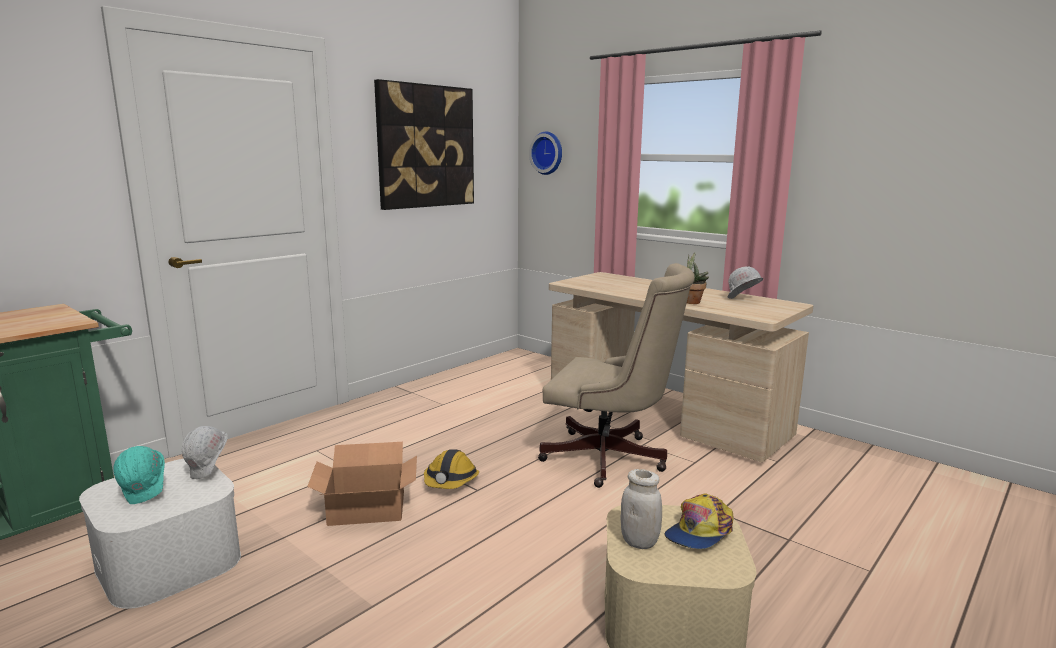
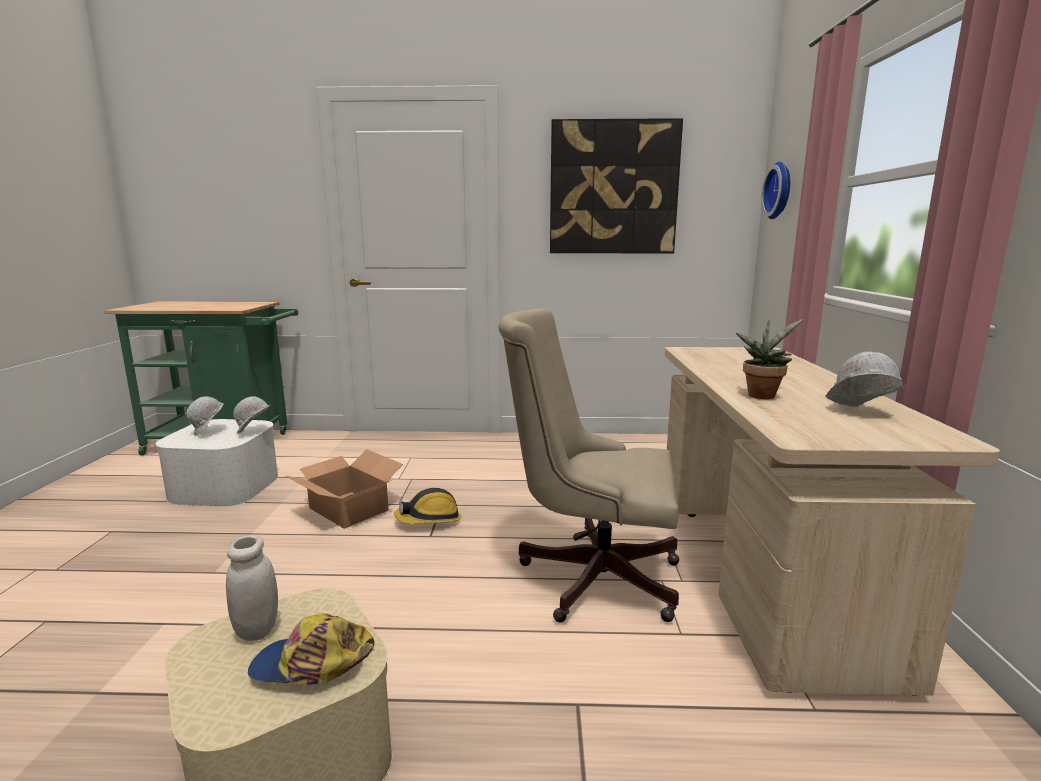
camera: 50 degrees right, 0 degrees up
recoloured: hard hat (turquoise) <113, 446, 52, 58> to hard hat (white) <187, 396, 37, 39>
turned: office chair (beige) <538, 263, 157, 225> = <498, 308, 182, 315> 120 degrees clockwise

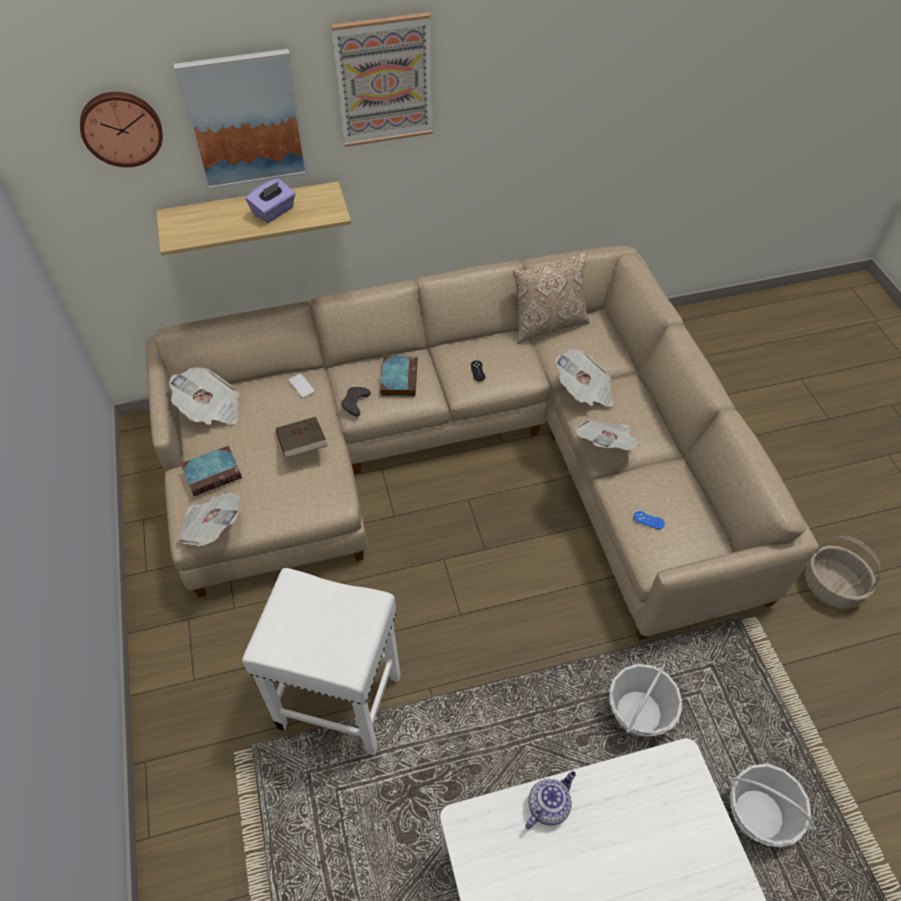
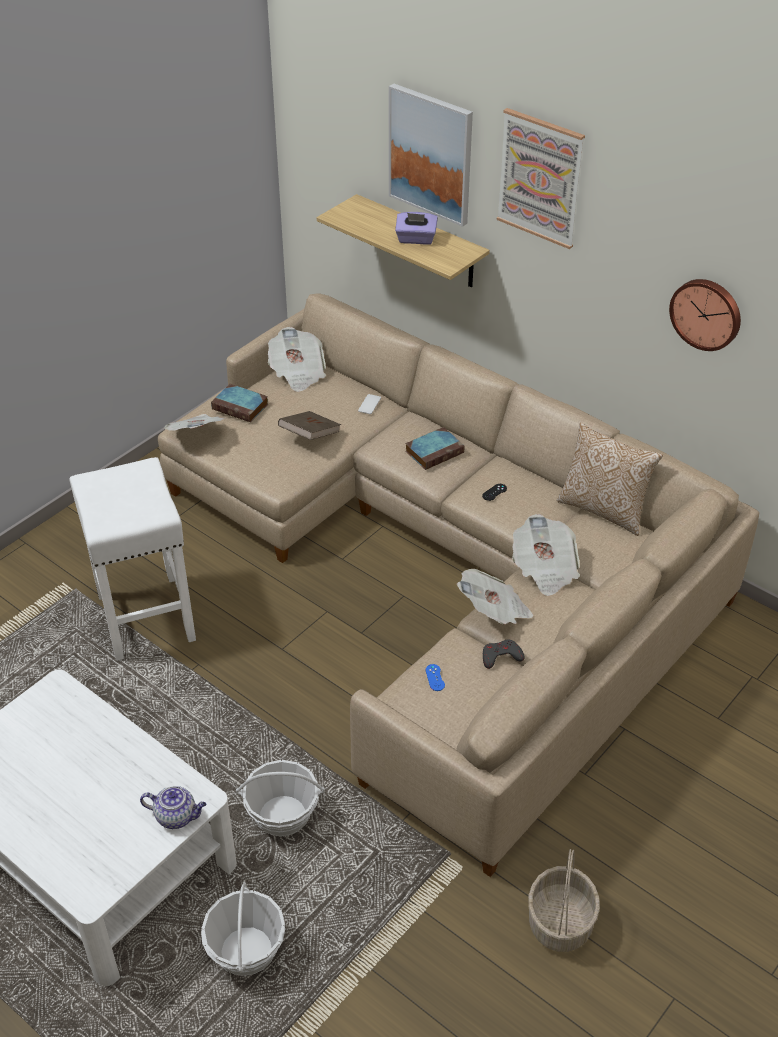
camera: 55 degrees right, 10 degrees down
moved: teapot <525, 771, 51, 58> to <140, 786, 67, 43>; game controller (grey) <341, 387, 30, 30> to <483, 639, 42, 30>; wall clock <80, 92, 83, 75> to <669, 279, 72, 72>

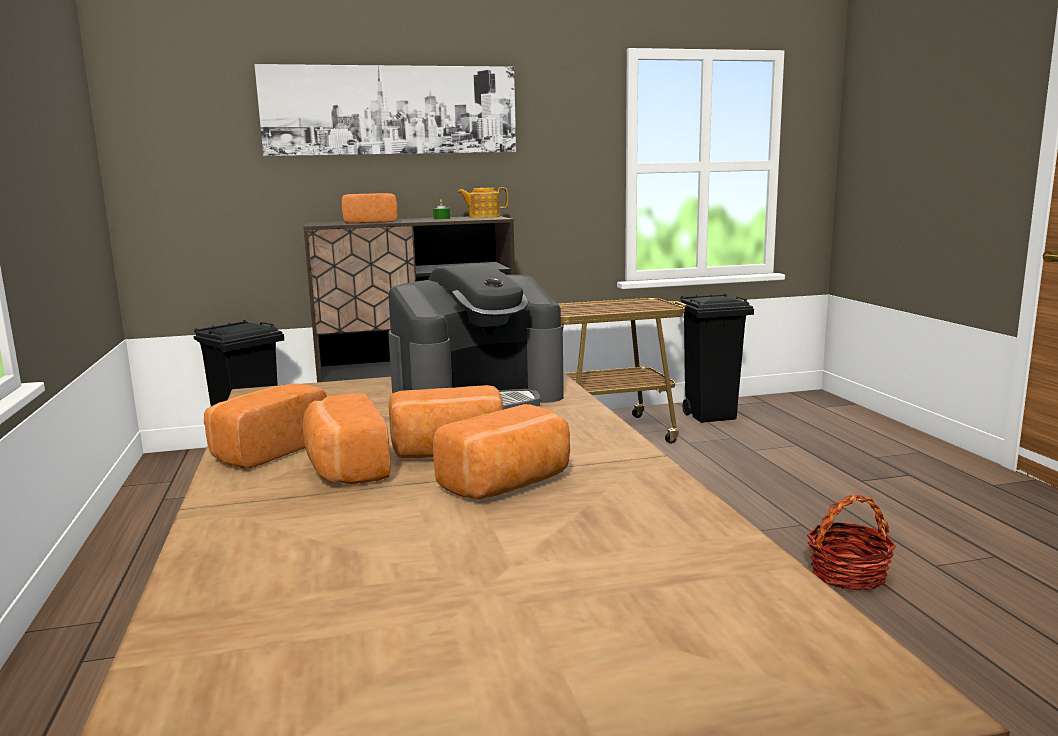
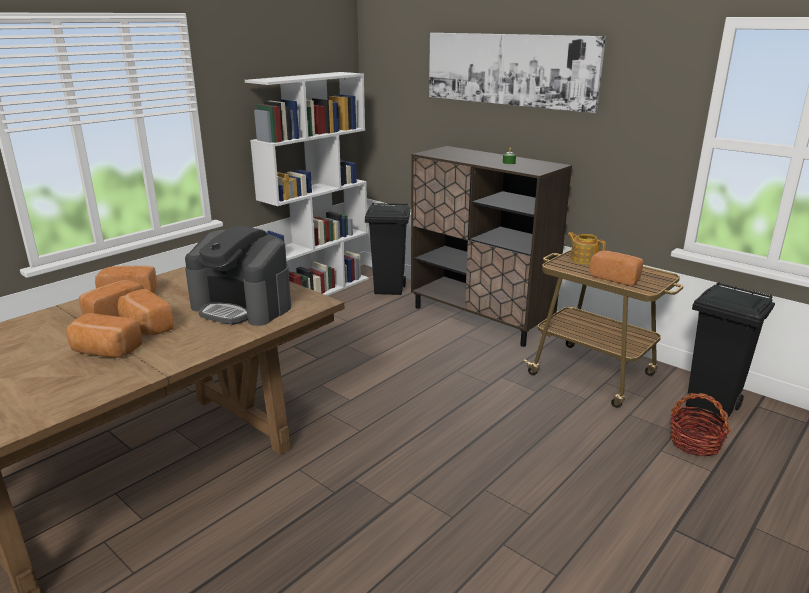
camera: 55 degrees right, 10 degrees up
added: bookcase (white) <245, 72, 124, 224>
moved: teapot <458, 187, 50, 31> to <567, 232, 39, 33>; bread <341, 193, 56, 30> to <590, 251, 54, 35>; basket <807, 495, 89, 96> to <670, 393, 61, 64>

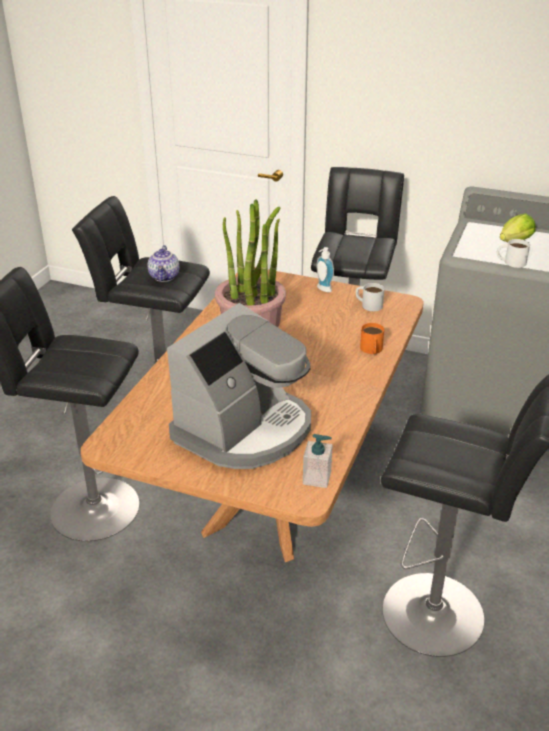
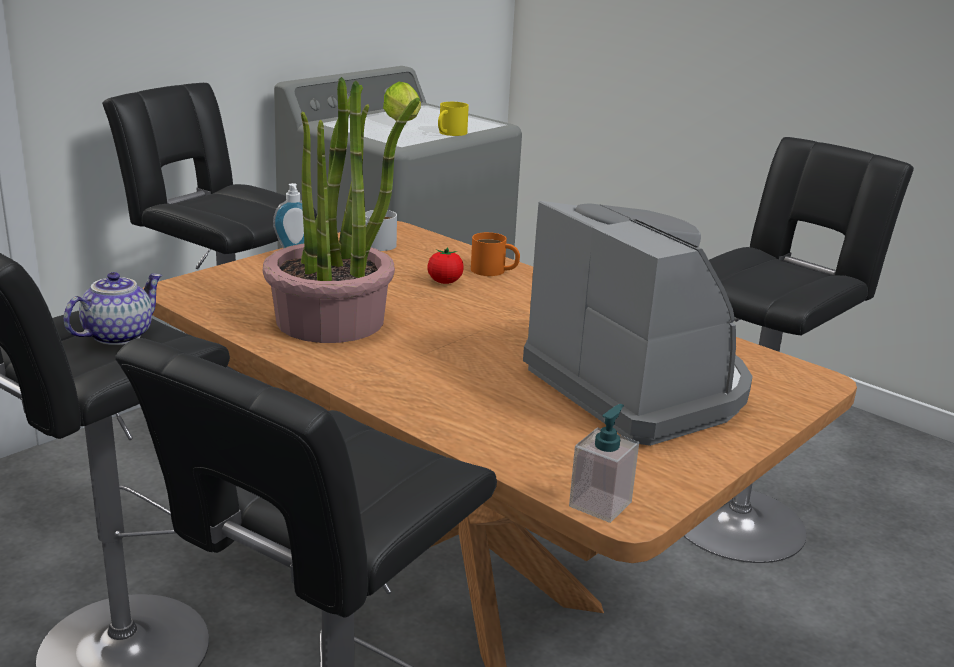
camera: 70 degrees left, 10 degrees down
added: tomato <427, 247, 37, 37>
moved: soap dispenser <303, 434, 30, 54> to <569, 404, 70, 119>
recoloured: mug (white) <497, 239, 33, 29> to mug (yellow) <438, 102, 31, 34>
turned: teapot <147, 245, 32, 37> = <64, 272, 98, 73> 75 degrees counterclockwise

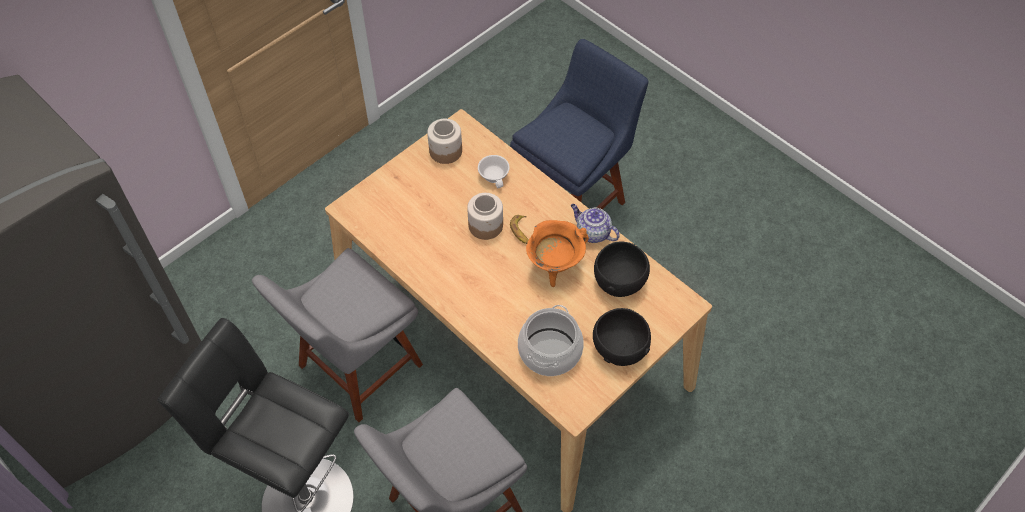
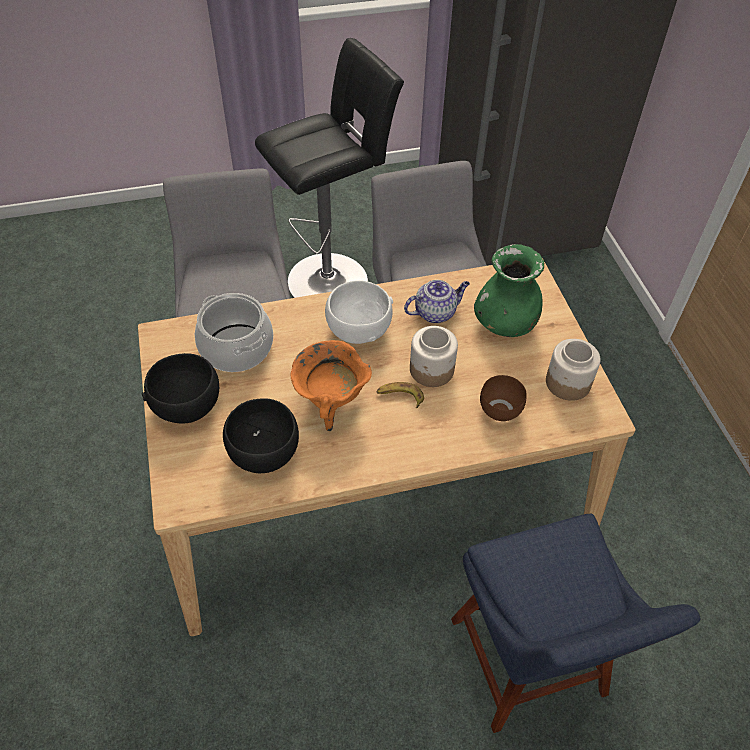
camera: 120 degrees right, 5 degrees down
added: bowl (white) <325, 280, 68, 64>; vase (green) <474, 244, 70, 93>
moved: teapot <571, 204, 49, 39> to <404, 280, 66, 43>
replaced: cup (white) <478, 155, 32, 33> to bowl (brown) <480, 375, 47, 46>

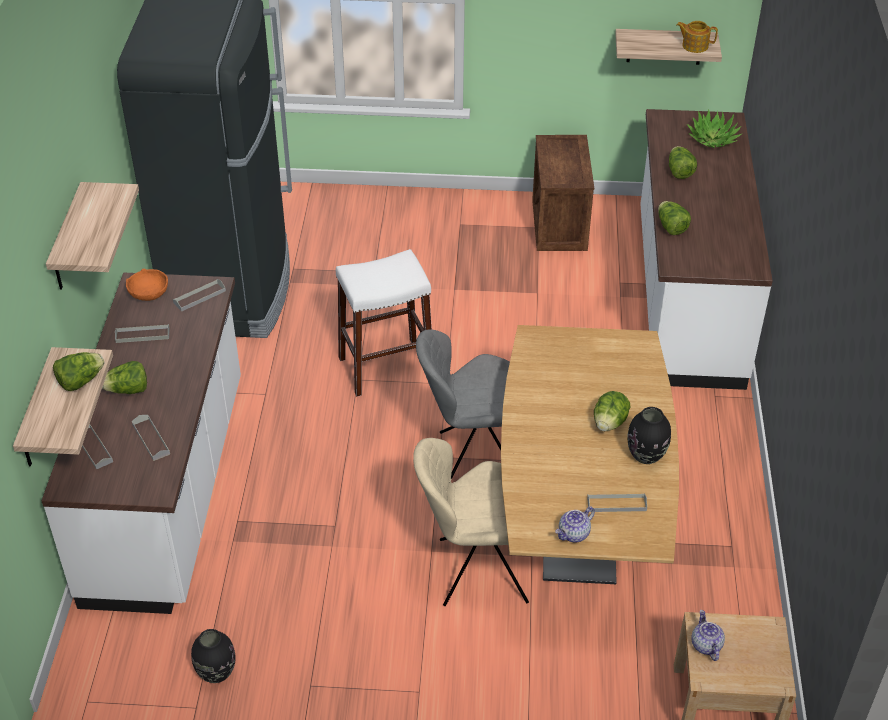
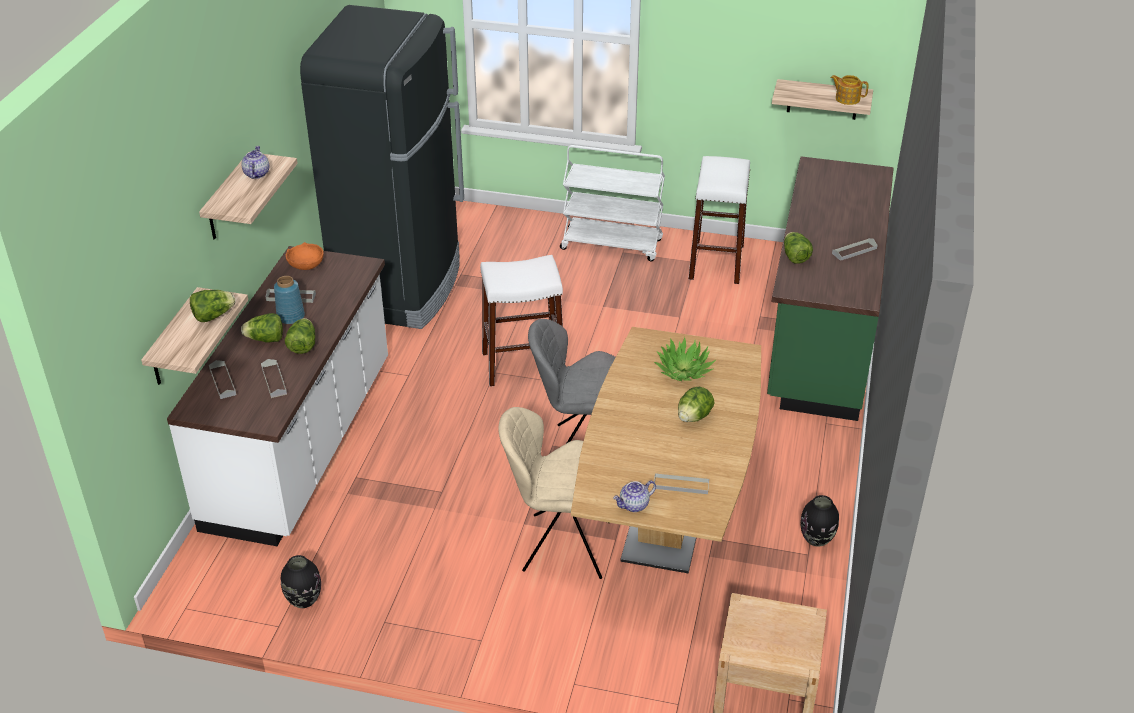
camera: 10 degrees right, 5 degrees down
added: vase (blue) <274, 276, 31, 48>; cart (white) <560, 145, 105, 117>
moved: teapot <691, 610, 34, 51> to <241, 146, 28, 33>; lettuce <669, 146, 28, 33> to <285, 318, 30, 36>; potted plant <687, 109, 55, 39> to <654, 337, 62, 44>; vase (black) <627, 407, 44, 57> to <800, 495, 39, 52>; tray (grey) <173, 279, 53, 33> to <832, 238, 45, 23>
replaced: crate <532, 135, 62, 116> to stool (white) <688, 156, 62, 128>
recoloured: counter (white) <640, 109, 133, 281> to counter (green) <767, 156, 127, 265>

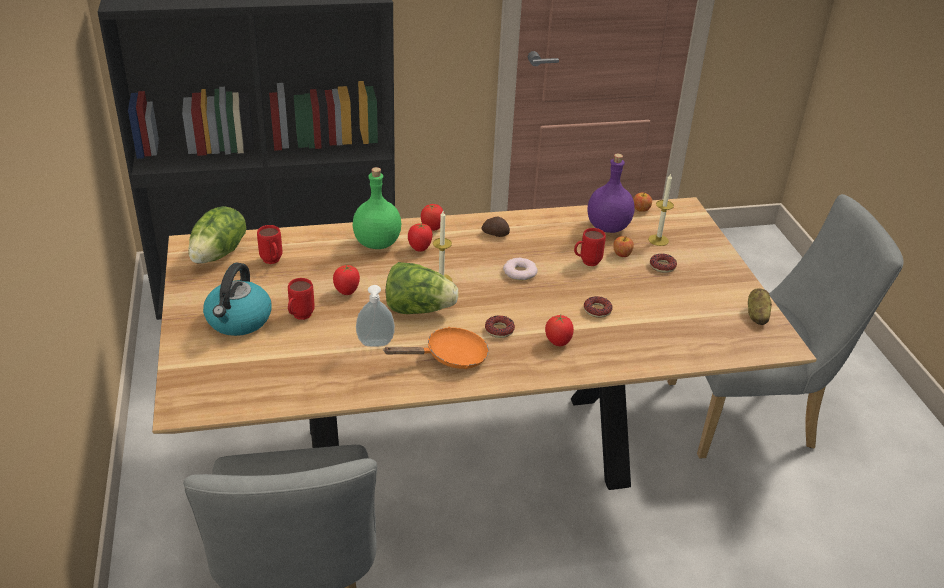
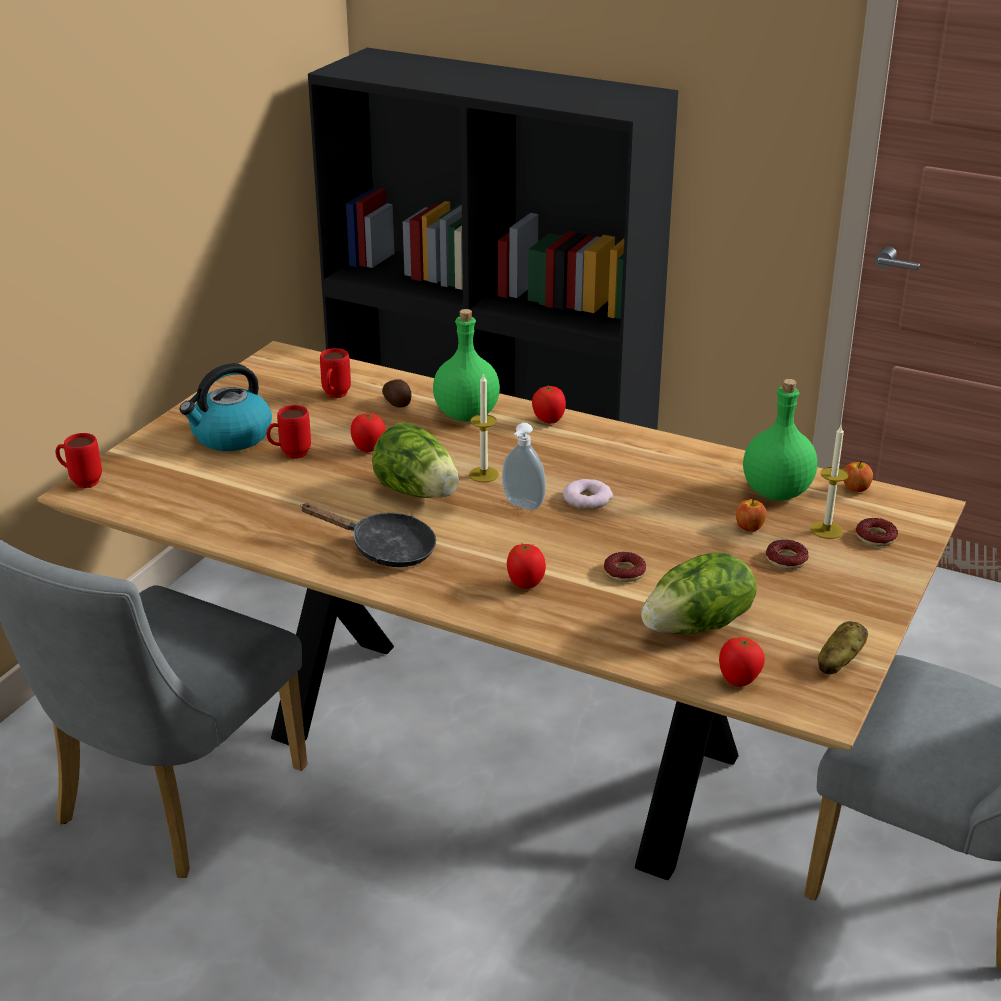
camera: 40 degrees right, 5 degrees down
moved: mug (red) <574, 228, 32, 38> to <56, 433, 46, 55>; potato <482, 217, 28, 20> to <382, 379, 29, 28>; soap dispenser <356, 285, 39, 62> to <502, 423, 44, 87>; lettuce <188, 206, 58, 57> to <641, 553, 116, 82>; tomato <408, 223, 25, 29> to <719, 637, 46, 50>; donut <485, 315, 30, 23> to <856, 518, 42, 28>
recoloured: frying pan (orange) <383, 327, 106, 42> to frying pan (black) <300, 503, 136, 64>; bottle (purple) <588, 154, 46, 79> to bottle (green) <743, 379, 74, 122>

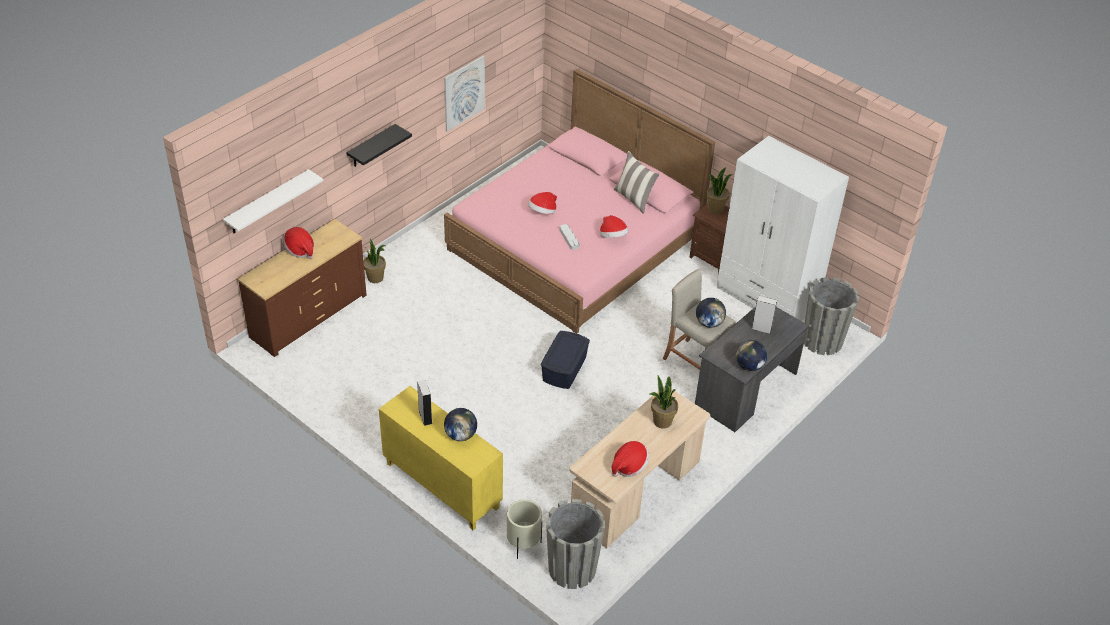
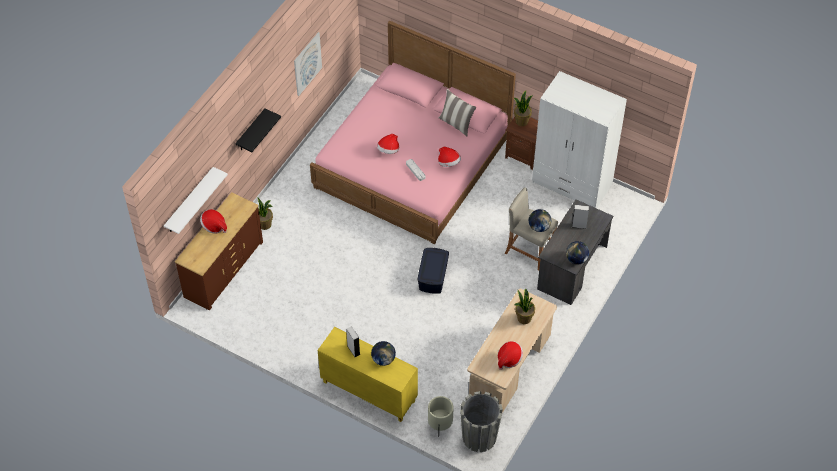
camera: 10 degrees left, 10 degrees up
removed: planter (grey) <804, 277, 55, 78>

